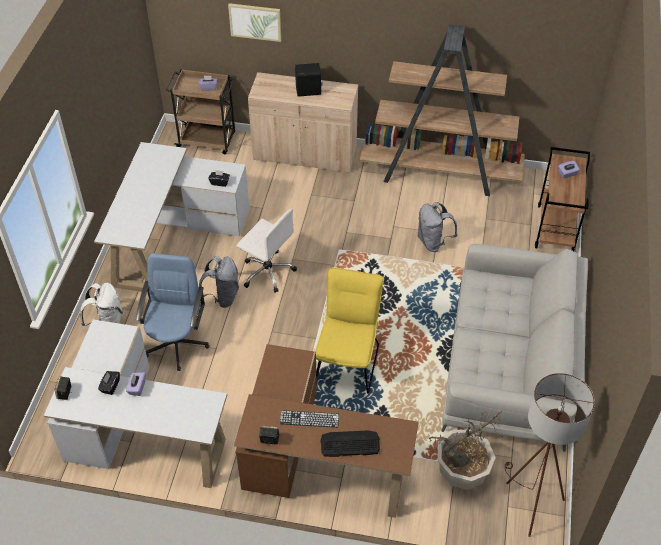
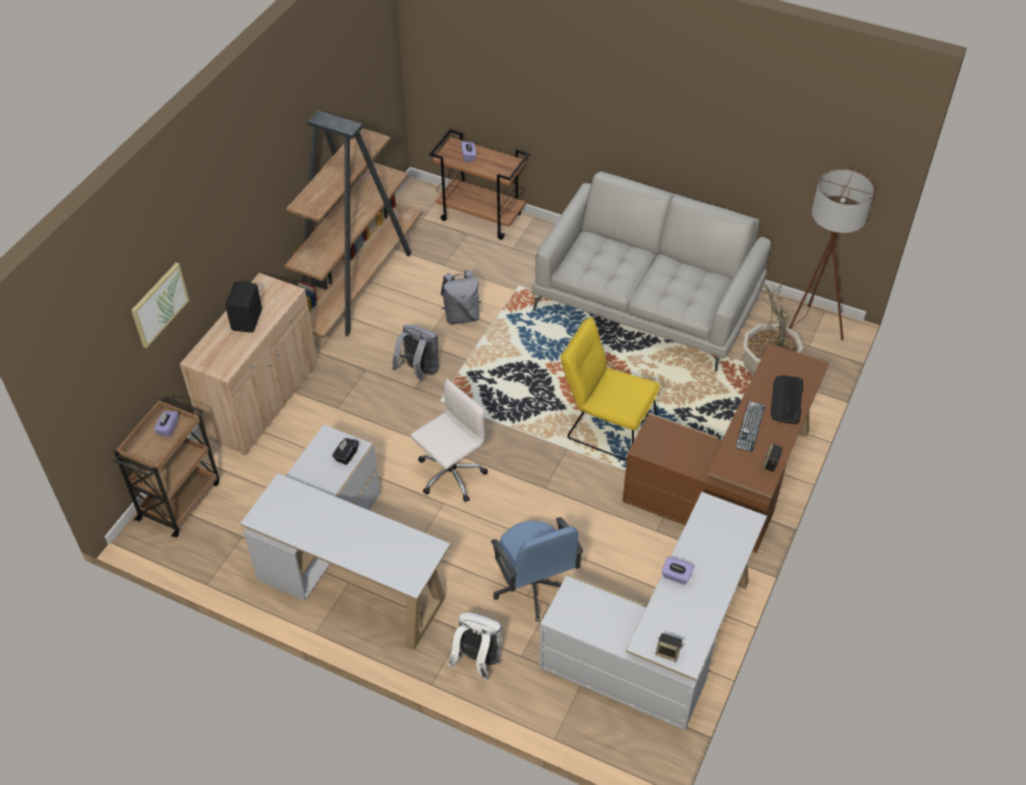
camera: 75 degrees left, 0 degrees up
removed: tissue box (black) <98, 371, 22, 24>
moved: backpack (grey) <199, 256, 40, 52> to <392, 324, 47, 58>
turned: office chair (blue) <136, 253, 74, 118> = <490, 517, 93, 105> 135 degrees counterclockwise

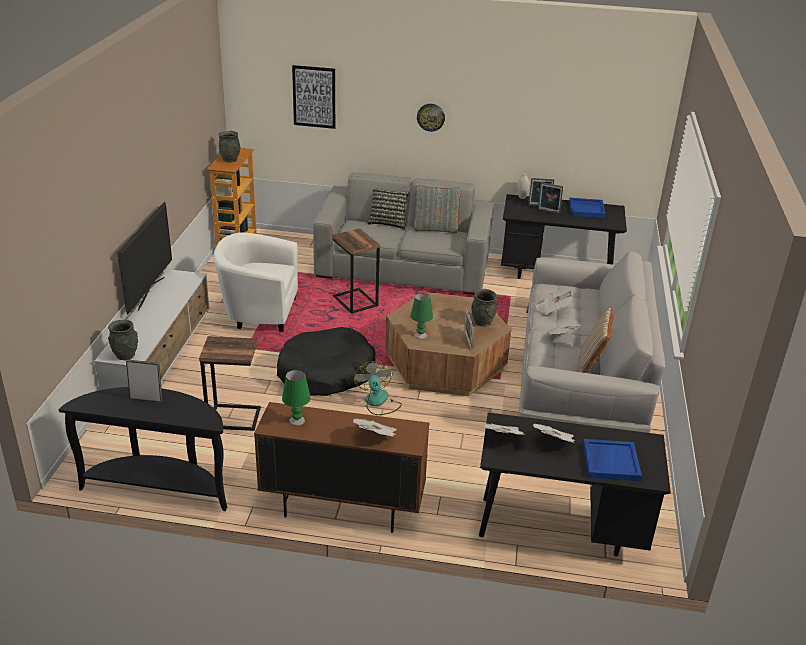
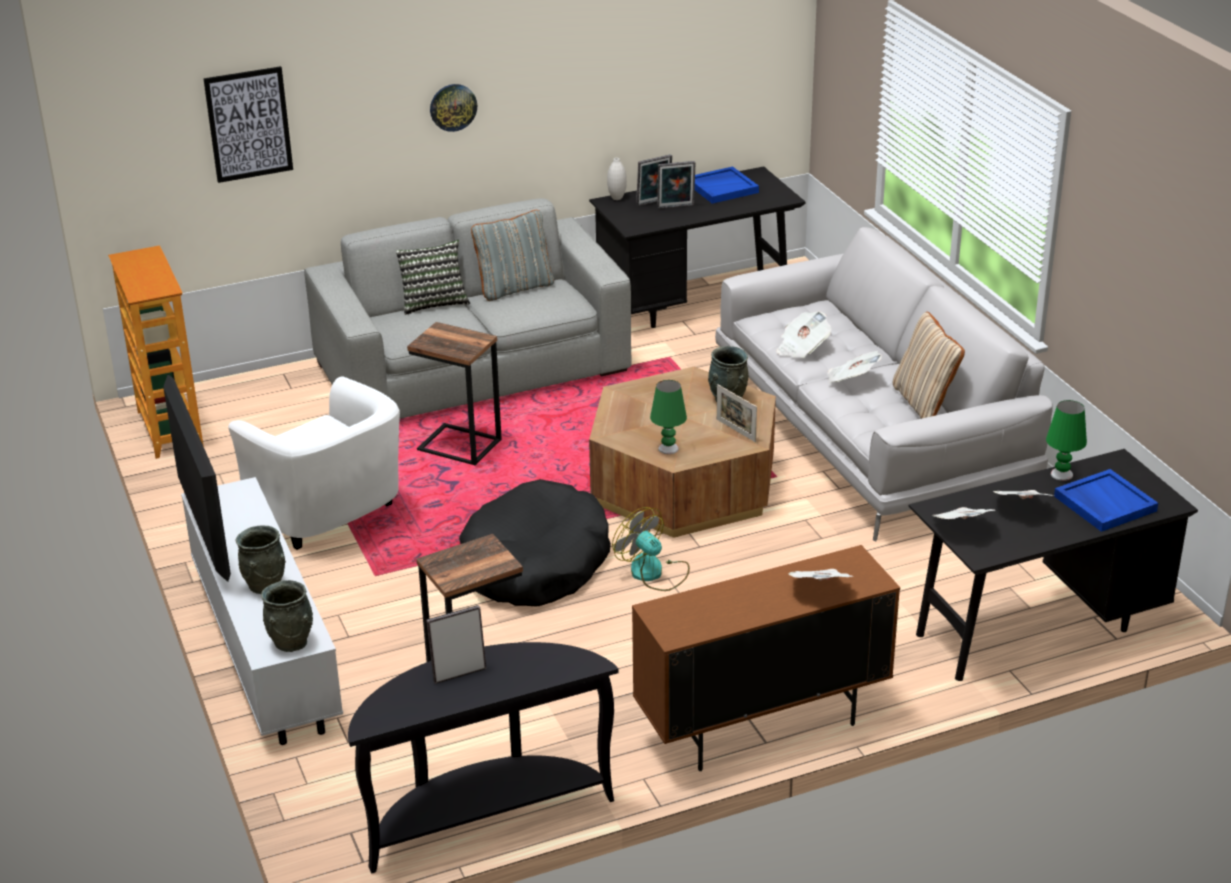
camera: 30 degrees left, 0 degrees up
moved: vase (grey) <218, 131, 23, 31> to <236, 525, 50, 69>; table lamp (green) <282, 370, 29, 56> to <1046, 400, 41, 81>
turned: armchair (white) <214, 232, 84, 100> = <228, 377, 172, 173> 105 degrees counterclockwise

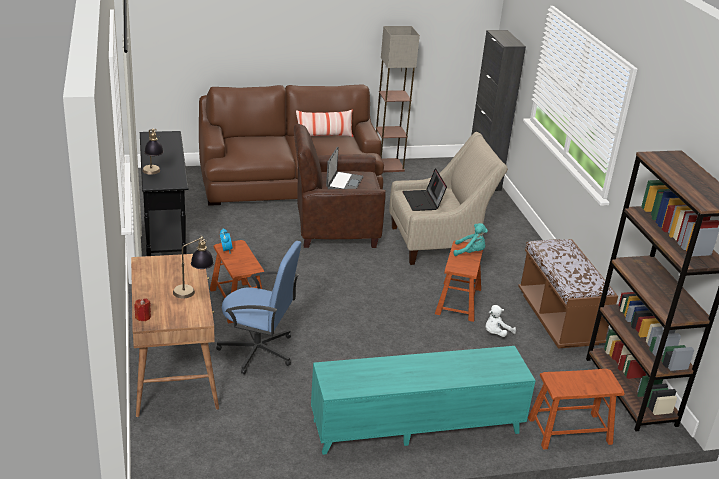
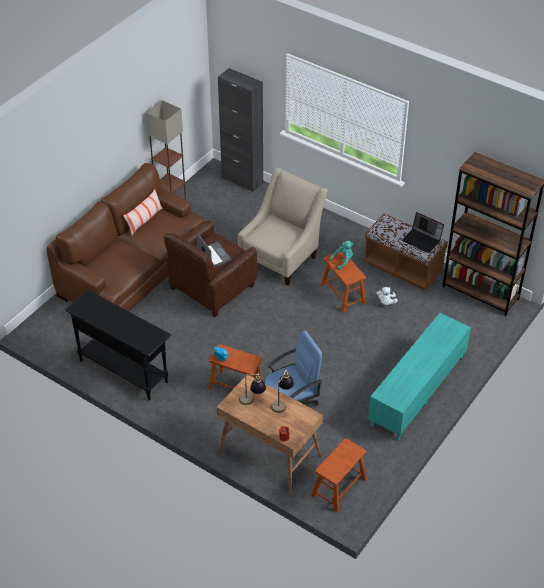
camera: 40 degrees left, 15 degrees up
moved: table lamp <142, 129, 22, 46> to <239, 373, 27, 32>; stool (brown) <528, 369, 97, 80> to <311, 438, 56, 74>; laptop <402, 168, 45, 43> to <402, 212, 42, 41>

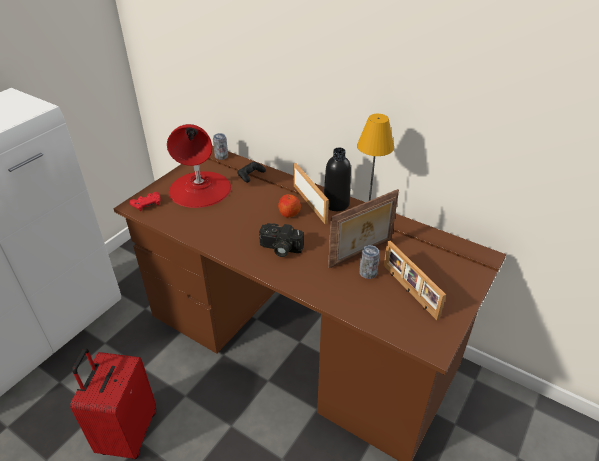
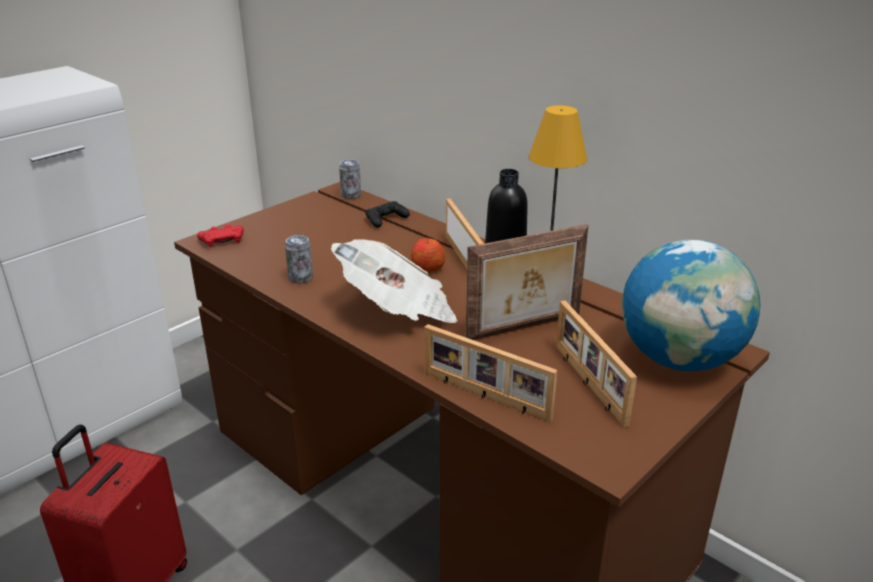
camera: 10 degrees right, 10 degrees down
removed: table lamp (red) <167, 124, 64, 84>
added: picture frame <424, 324, 133, 98>; globe <622, 239, 139, 132>
moved: can <359, 245, 21, 34> to <285, 235, 28, 49>
replaced: photo camera <259, 223, 45, 34> to newspaper <331, 239, 127, 84>

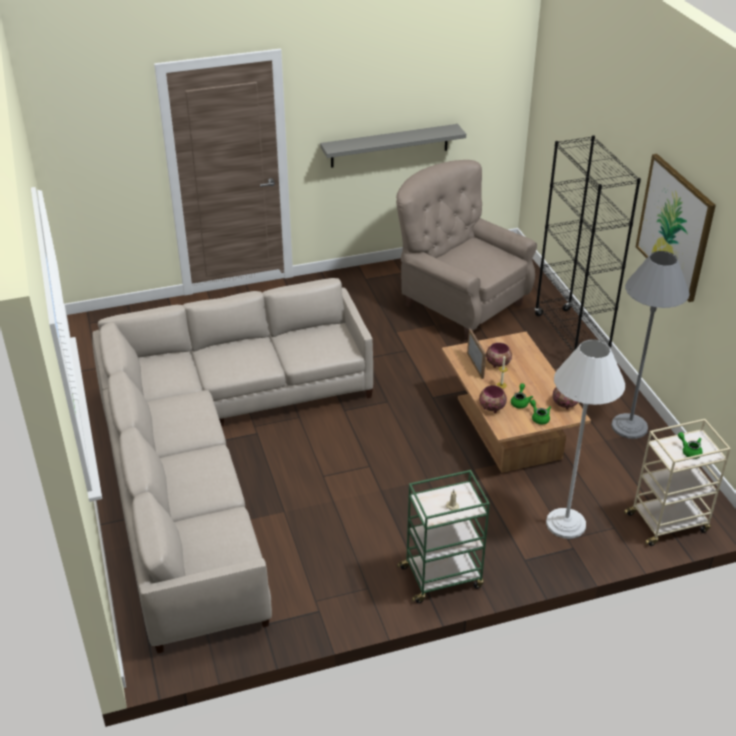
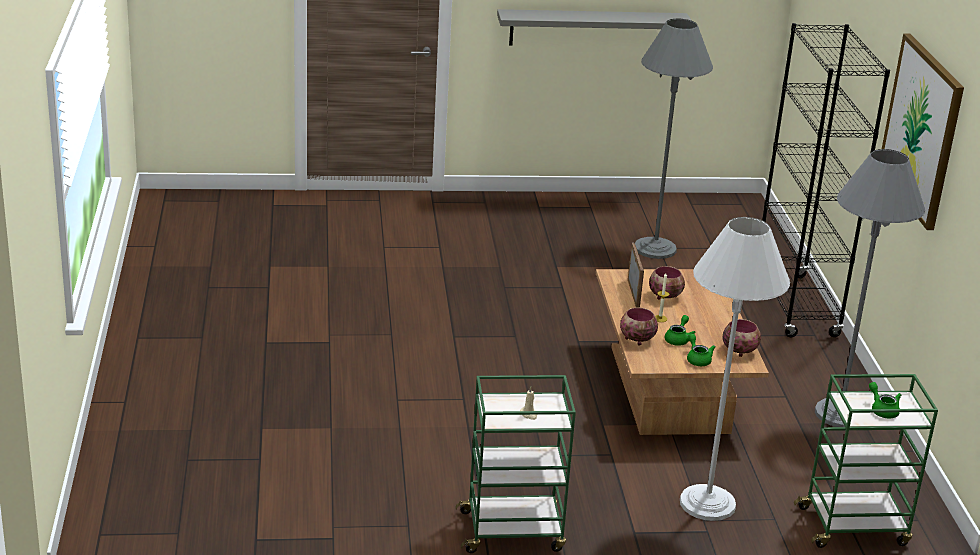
camera: 10 degrees right, 10 degrees down
removed: sofa (beige) <92, 278, 281, 375>
replaced: armchair (beige) <396, 160, 141, 179> to floor lamp (grey) <635, 19, 78, 240>
recoloured: cart (beige) <624, 419, 107, 127> to cart (green) <794, 374, 144, 174>

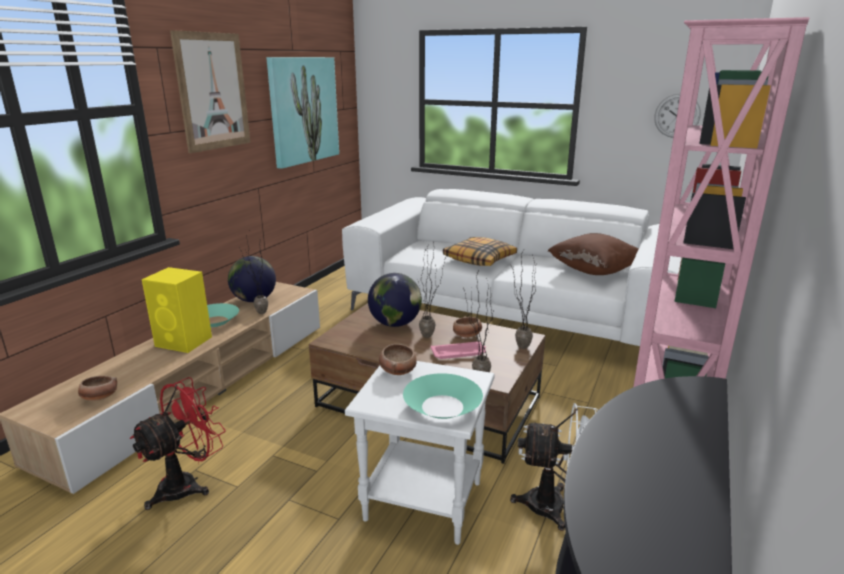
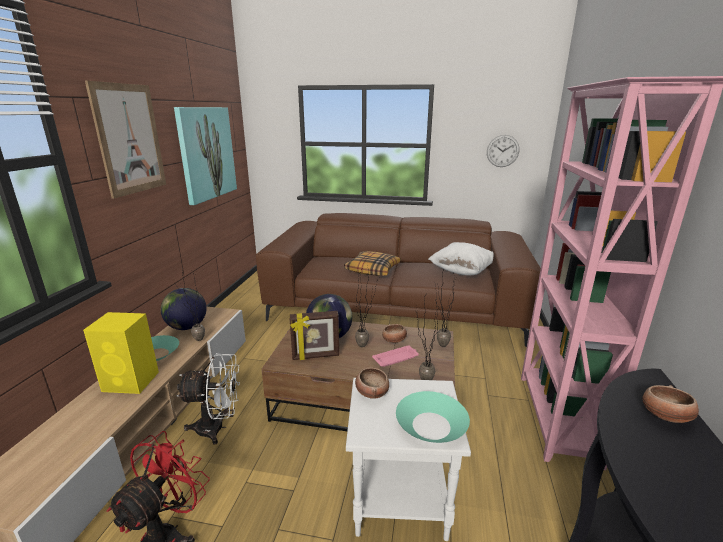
camera: 15 degrees left, 0 degrees up
added: picture frame <289, 311, 50, 49>
moved: fan (white) <510, 403, 88, 128> to <176, 353, 64, 92>; bowl <78, 376, 39, 25> to <642, 385, 57, 38>
recoloured: sofa (white) <342, 189, 340, 157> to sofa (brown) <256, 213, 285, 134>; pillow (brown) <548, 233, 90, 42> to pillow (white) <428, 242, 66, 33>

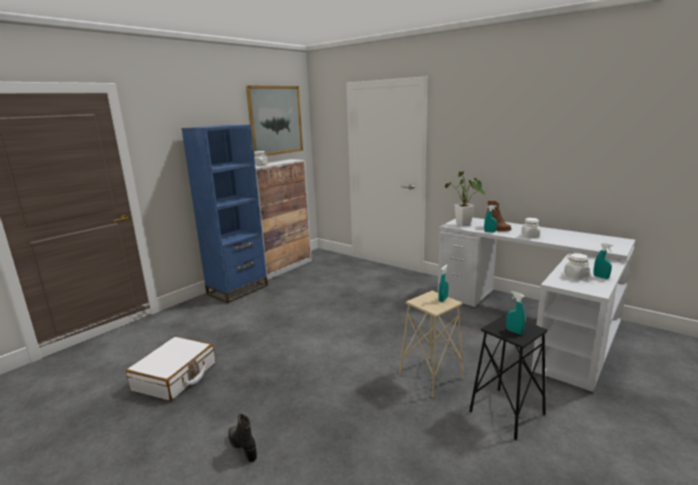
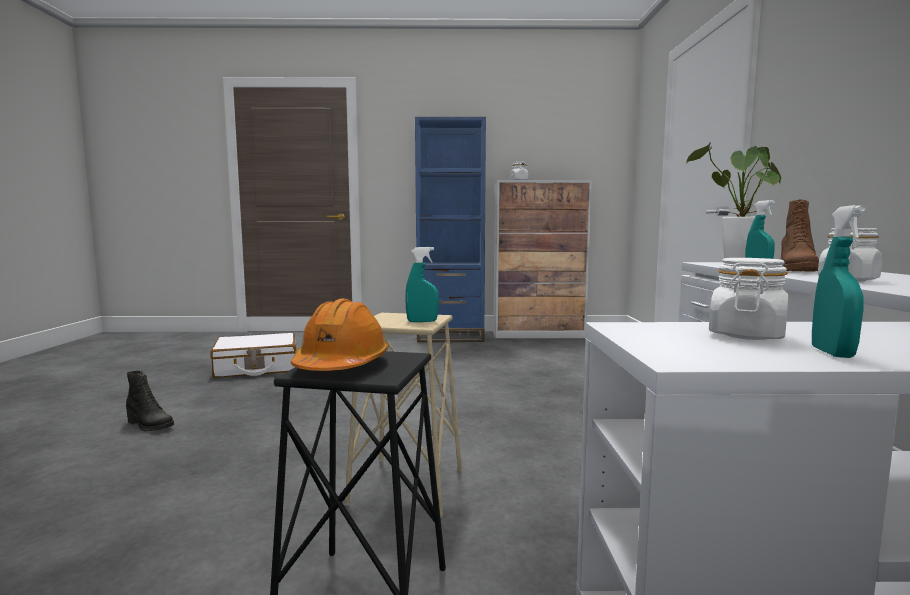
camera: 50 degrees right, 10 degrees down
removed: picture <246, 85, 57, 72>
replaced: spray bottle (turquoise) <506, 291, 19, 43> to hard hat (orange) <291, 299, 98, 72>
turned: boot (black) <228, 413, 29, 49> = <126, 371, 48, 60> 105 degrees clockwise

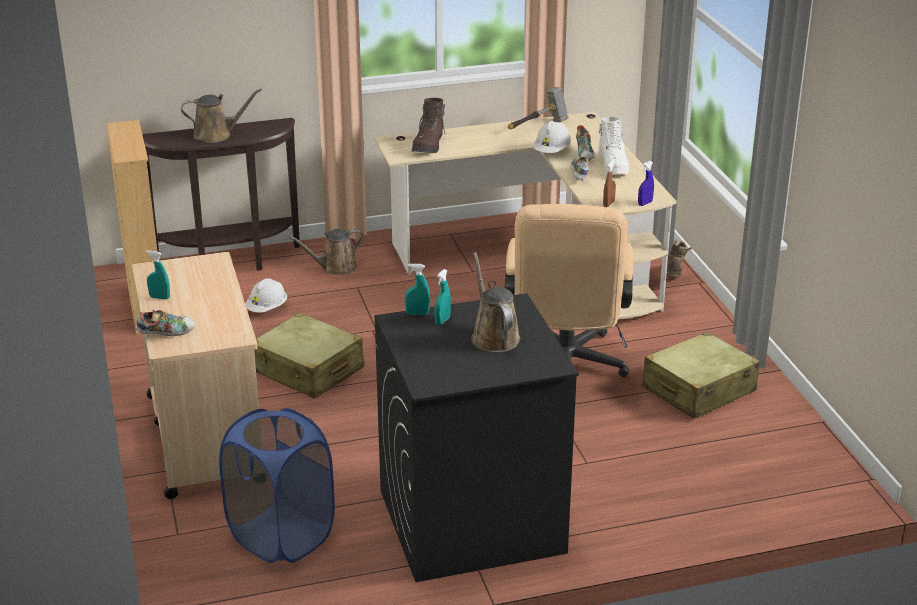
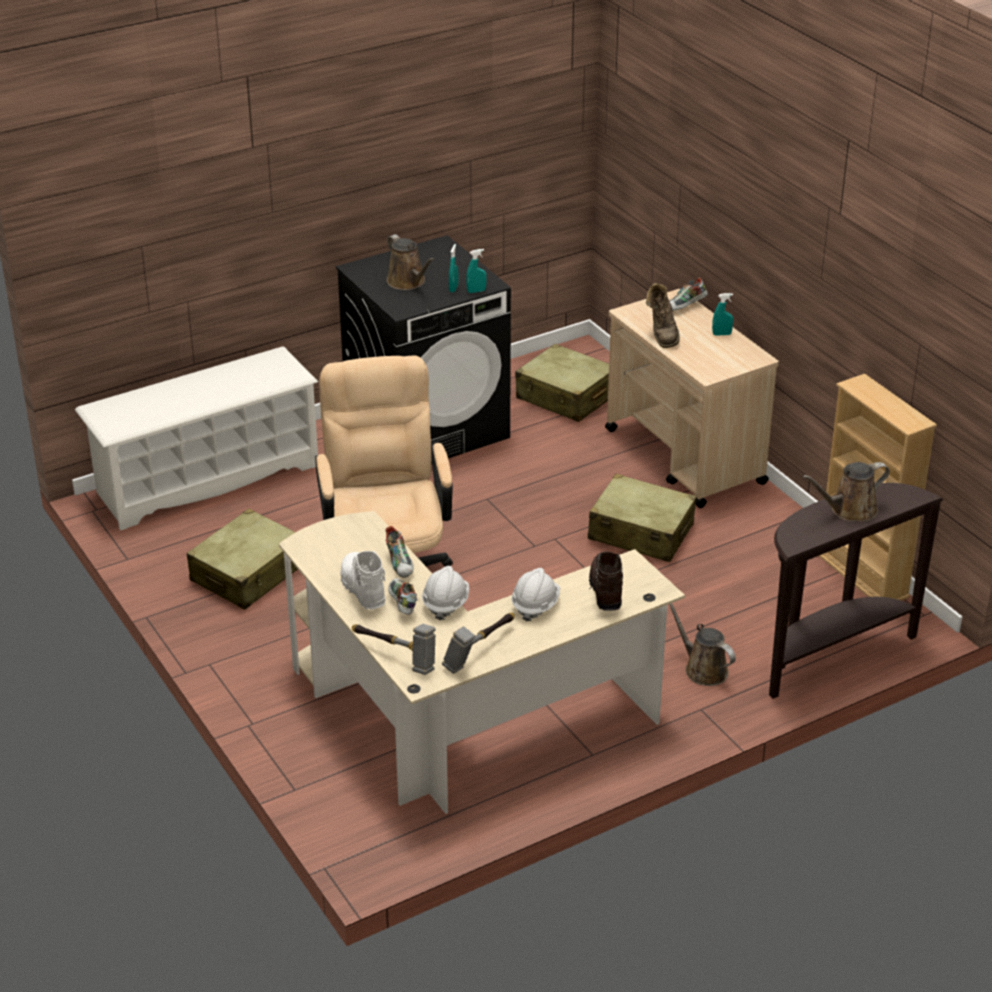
camera: 165 degrees right, 5 degrees up
removed: spray bottle (brown) <603, 159, 13, 48>; spray bottle (blue) <638, 161, 16, 45>
added: shoe rack (white) <75, 347, 243, 184>; hammer <352, 624, 84, 51>
moved: hard hat (white) <245, 278, 42, 35> to <512, 568, 48, 54>; boot (brown) <660, 239, 32, 39> to <646, 283, 34, 65>
replaced: laundry basket (blue) <219, 408, 116, 155> to suitcase (beige) <515, 344, 94, 78>
turned: watering can (brown) <289, 229, 75, 46> = <669, 603, 67, 83> 90 degrees counterclockwise

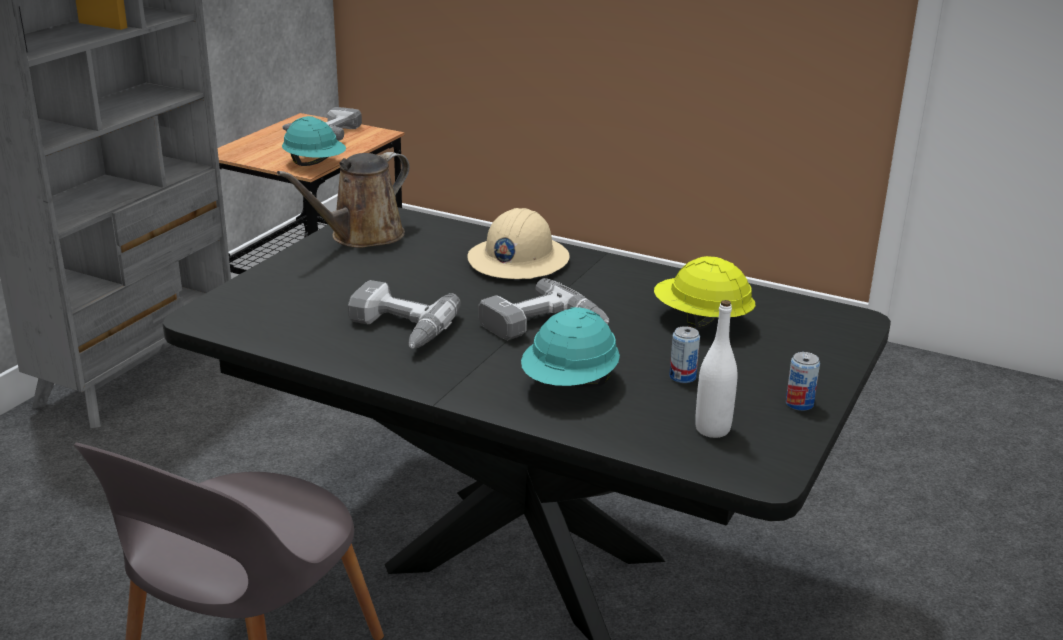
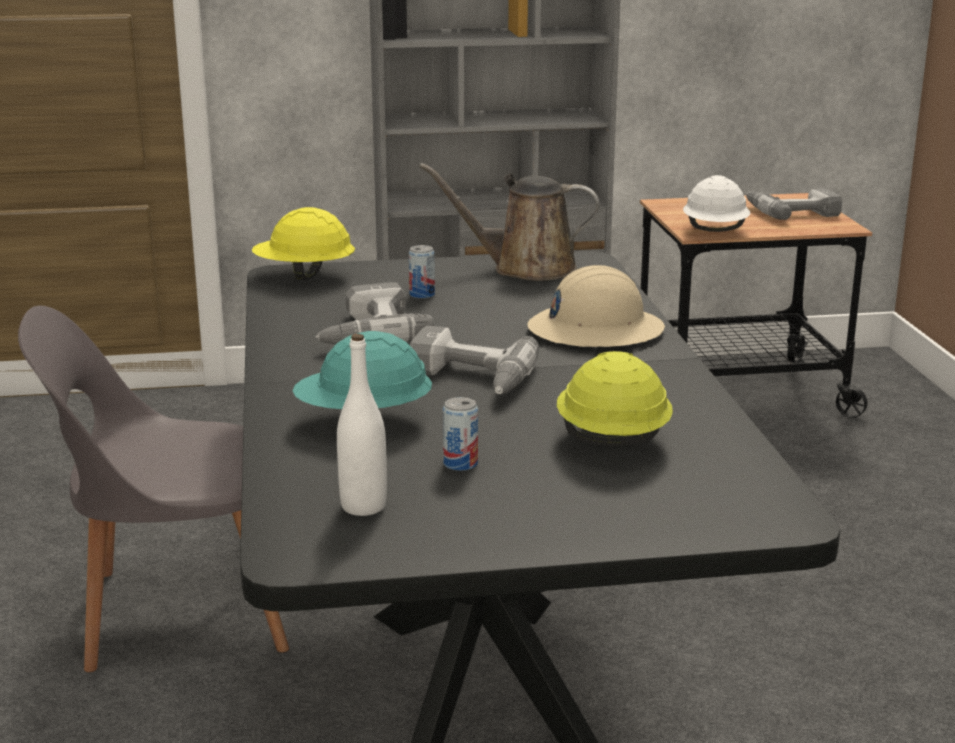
camera: 55 degrees right, 5 degrees down
added: hard hat (yellow) <252, 207, 103, 73>
moved: can <786, 352, 34, 59> to <409, 245, 26, 54>
recoloured: hard hat (turquoise) <282, 116, 64, 50> to hard hat (white) <683, 175, 67, 57>

